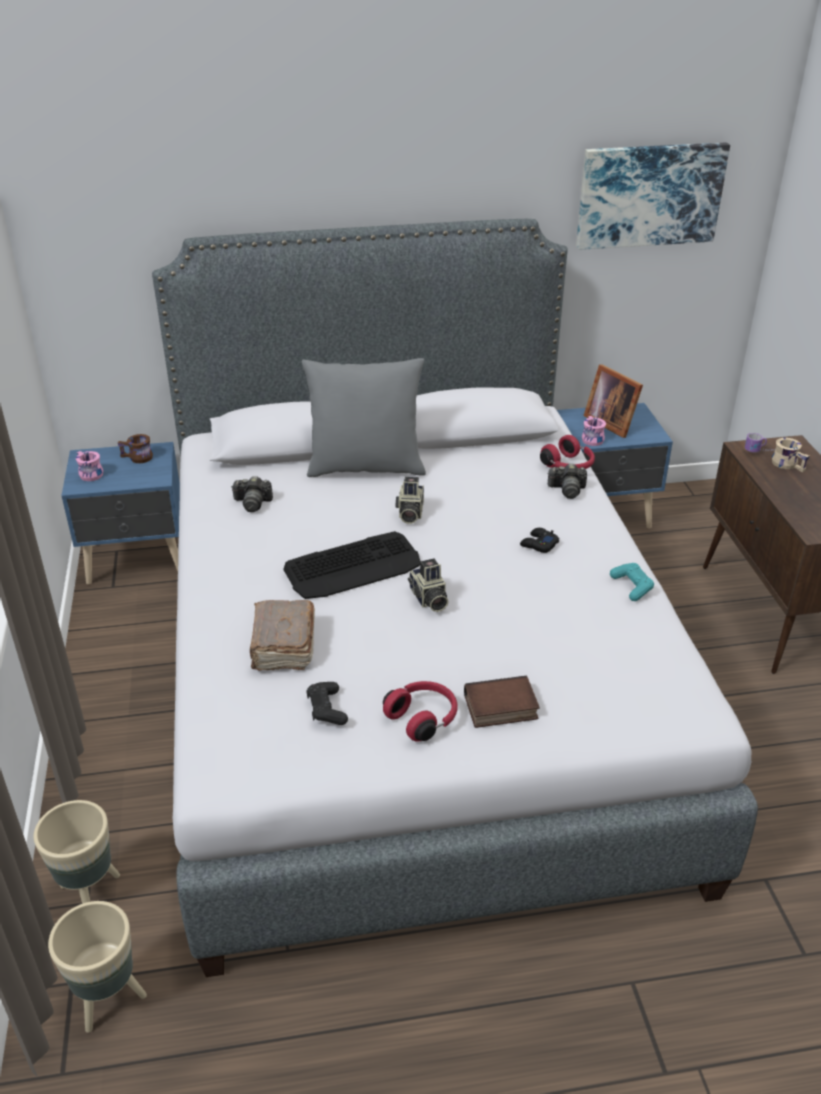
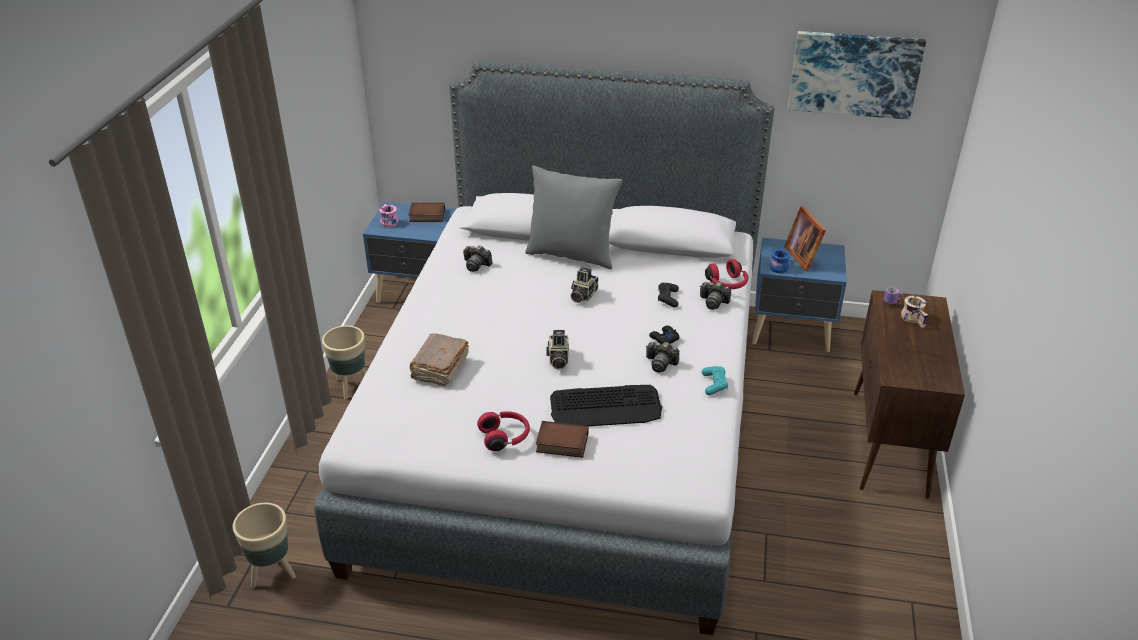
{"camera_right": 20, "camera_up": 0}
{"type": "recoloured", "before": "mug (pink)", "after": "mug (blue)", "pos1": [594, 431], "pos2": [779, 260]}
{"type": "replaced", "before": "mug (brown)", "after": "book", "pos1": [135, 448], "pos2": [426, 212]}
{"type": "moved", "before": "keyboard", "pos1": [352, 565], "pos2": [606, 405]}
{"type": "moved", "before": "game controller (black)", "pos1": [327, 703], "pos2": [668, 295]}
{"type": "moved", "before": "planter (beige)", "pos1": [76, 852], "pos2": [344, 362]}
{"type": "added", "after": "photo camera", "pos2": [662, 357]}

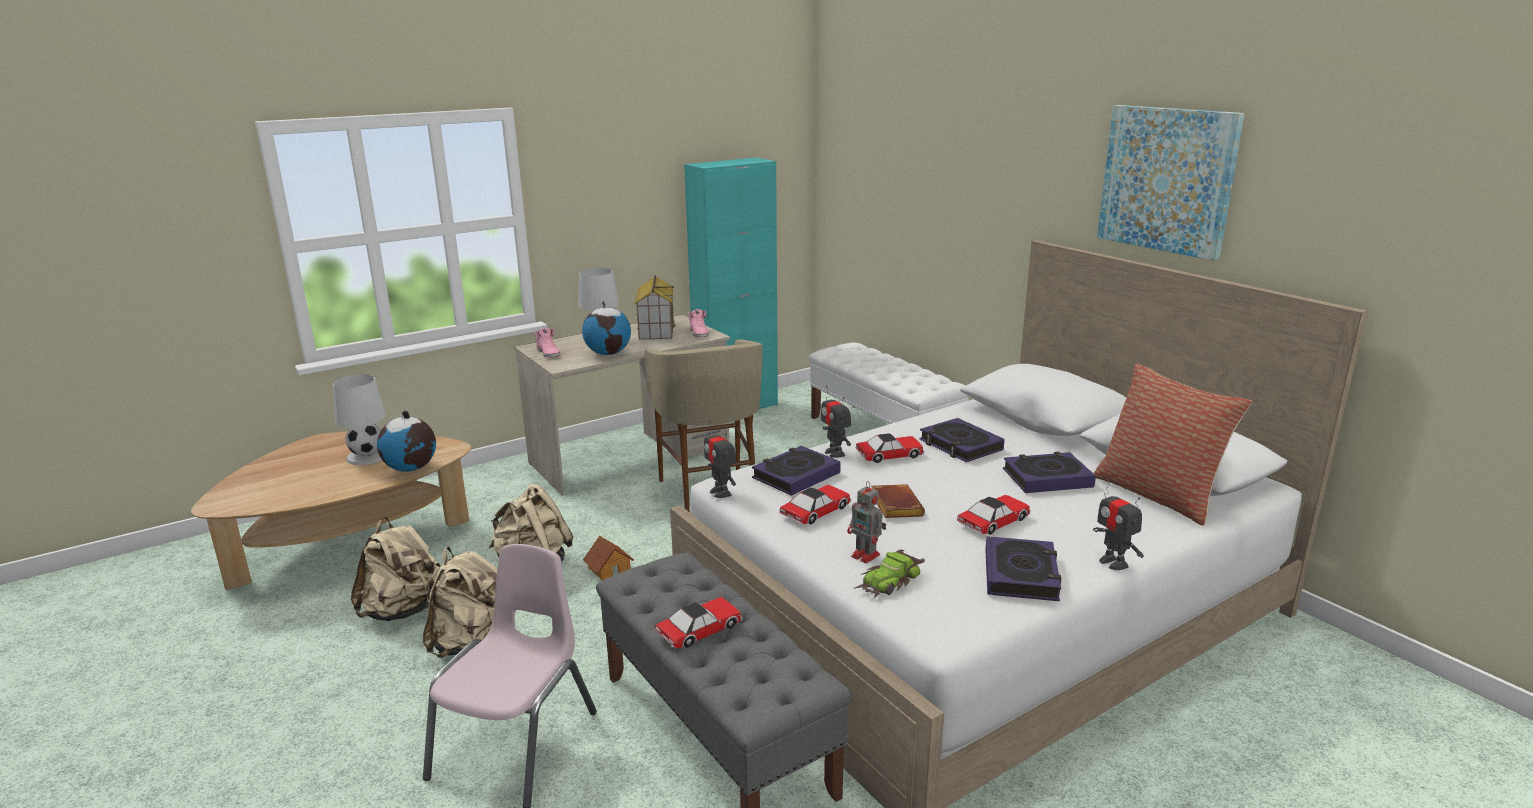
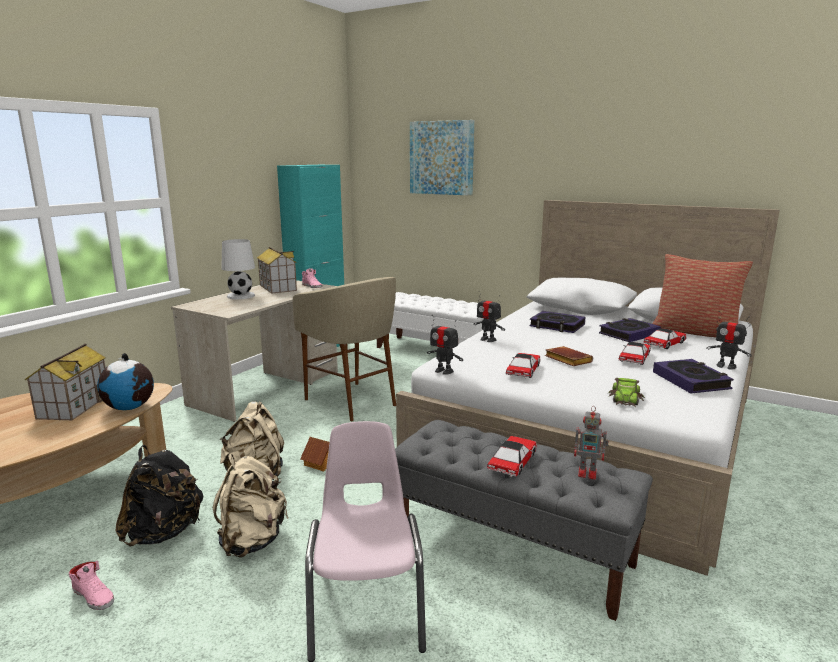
{"camera_right": -25, "camera_up": -5}
{"type": "moved", "before": "picture", "pos1": [1171, 183], "pos2": [442, 158]}
{"type": "removed", "before": "globe", "pos1": [606, 328]}
{"type": "moved", "before": "shoe (pink)", "pos1": [547, 343], "pos2": [91, 585]}
{"type": "replaced", "before": "table lamp (white)", "after": "toy house", "pos1": [359, 419], "pos2": [65, 382]}
{"type": "moved", "before": "toy car", "pos1": [890, 448], "pos2": [665, 338]}
{"type": "removed", "before": "book", "pos1": [796, 471]}
{"type": "moved", "before": "toy robot", "pos1": [866, 522], "pos2": [591, 443]}
{"type": "recoloured", "before": "backpack (beige)", "after": "backpack (black)", "pos1": [396, 569], "pos2": [159, 495]}

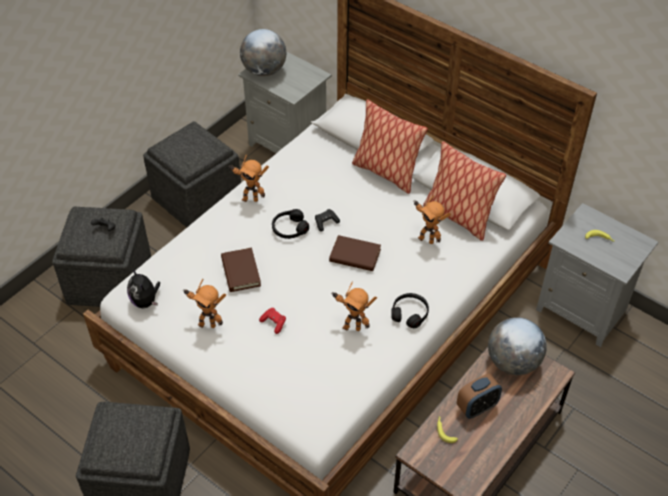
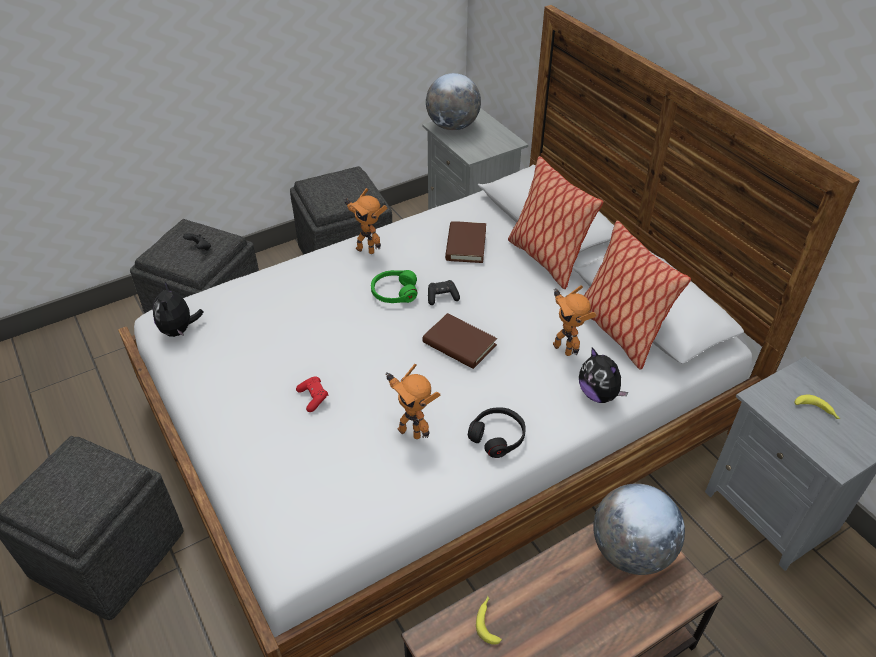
{"camera_right": 20, "camera_up": -5}
{"type": "recoloured", "before": "headphones (black)", "after": "headphones (green)", "pos1": [290, 224], "pos2": [394, 286]}
{"type": "moved", "before": "book (brown)", "pos1": [241, 270], "pos2": [465, 242]}
{"type": "removed", "before": "toy robot", "pos1": [204, 303]}
{"type": "removed", "before": "alarm clock", "pos1": [479, 396]}
{"type": "added", "after": "plush toy", "pos2": [603, 375]}

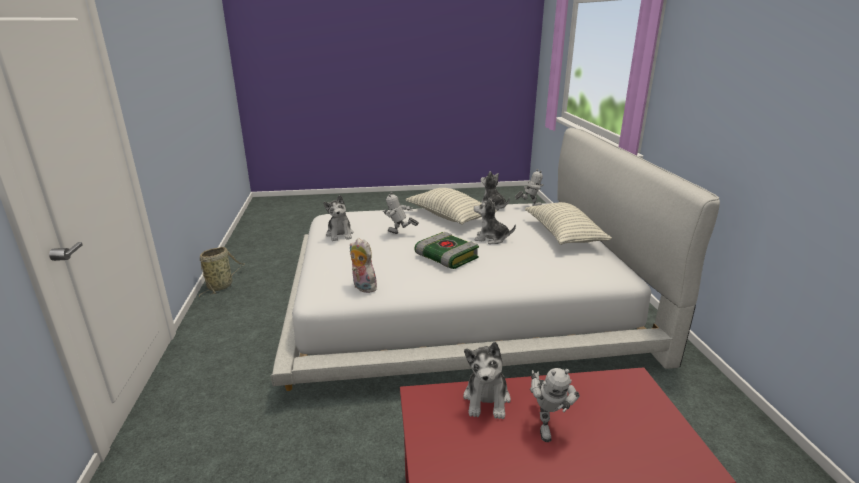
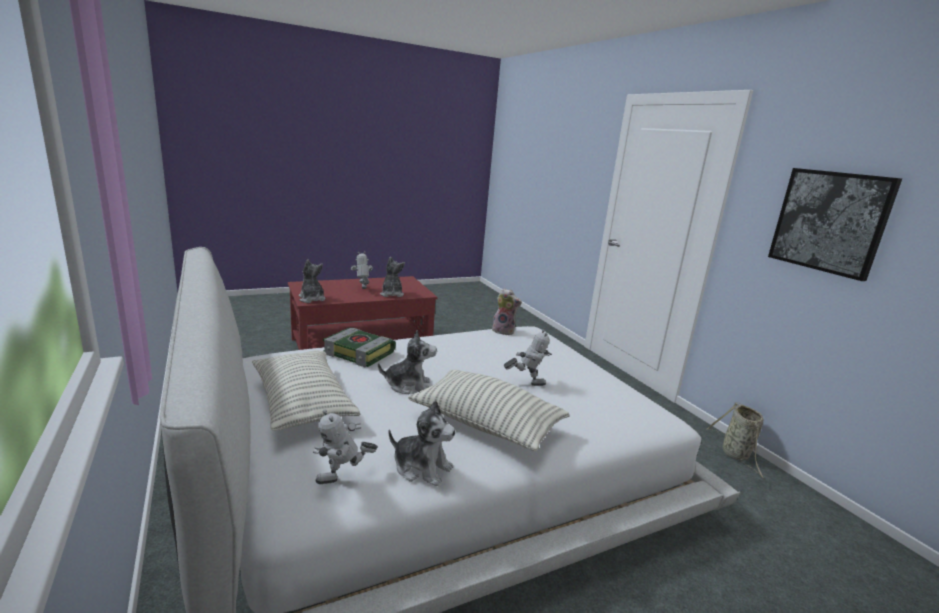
{"camera_right": 160, "camera_up": -5}
{"type": "moved", "before": "plush toy", "pos1": [338, 218], "pos2": [312, 281]}
{"type": "moved", "before": "book", "pos1": [446, 250], "pos2": [359, 347]}
{"type": "added", "after": "picture", "pos2": [835, 224]}

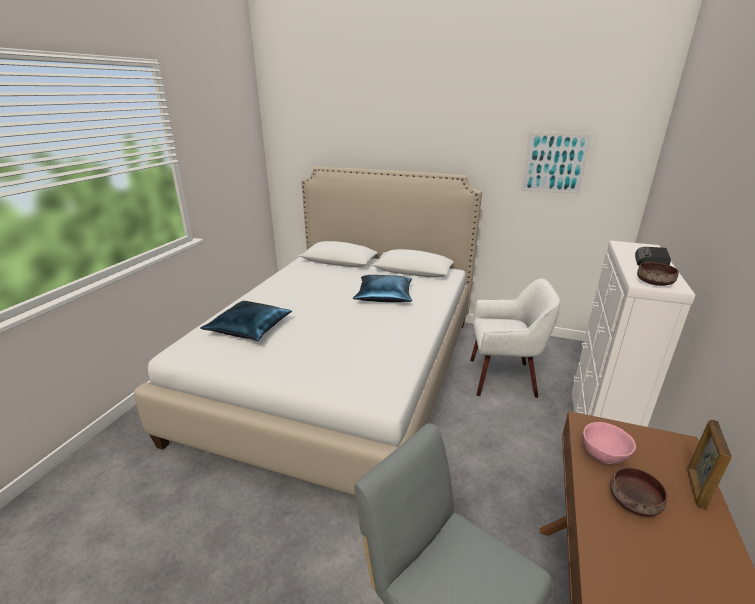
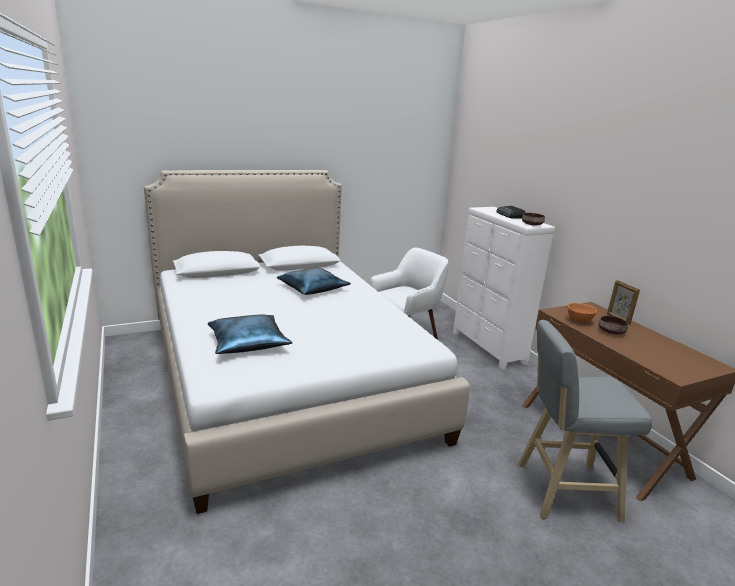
{"camera_right": -45, "camera_up": -5}
{"type": "removed", "before": "picture", "pos1": [556, 163]}
{"type": "recoloured", "before": "bowl (pink)", "after": "bowl (orange)", "pos1": [609, 443], "pos2": [582, 313]}

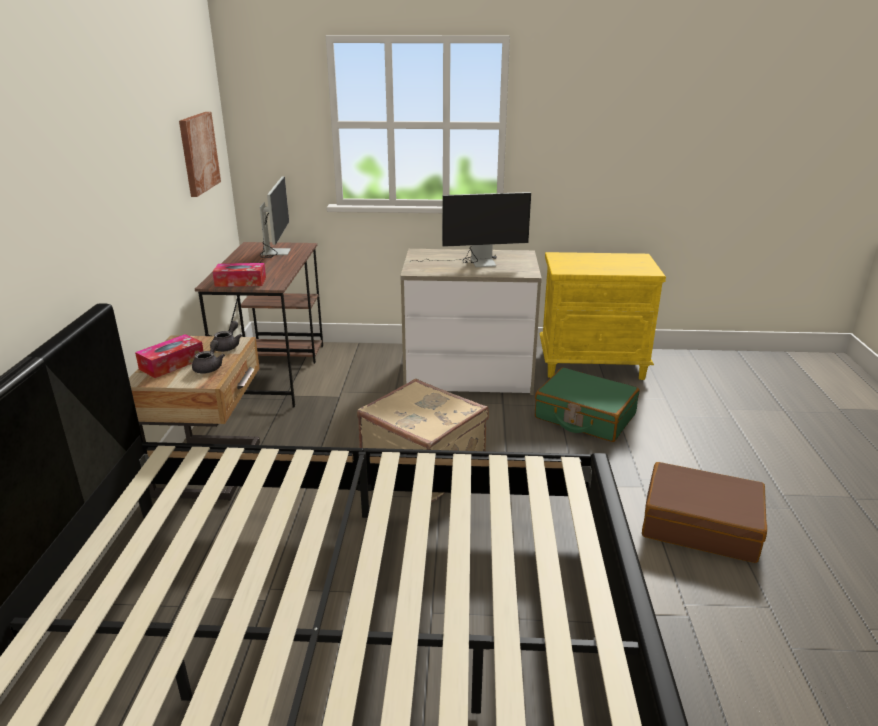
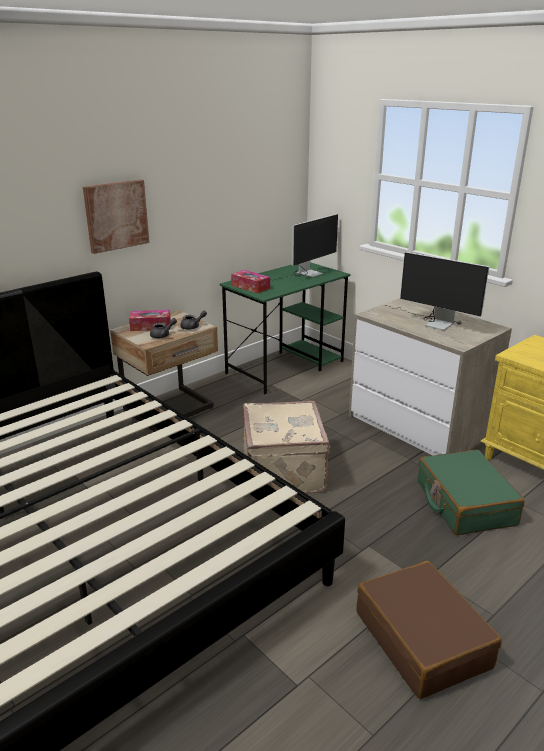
{"camera_right": 45, "camera_up": 0}
{"type": "moved", "before": "picture", "pos1": [200, 154], "pos2": [116, 216]}
{"type": "recoloured", "before": "desk (brown)", "after": "desk (green)", "pos1": [259, 324], "pos2": [285, 328]}

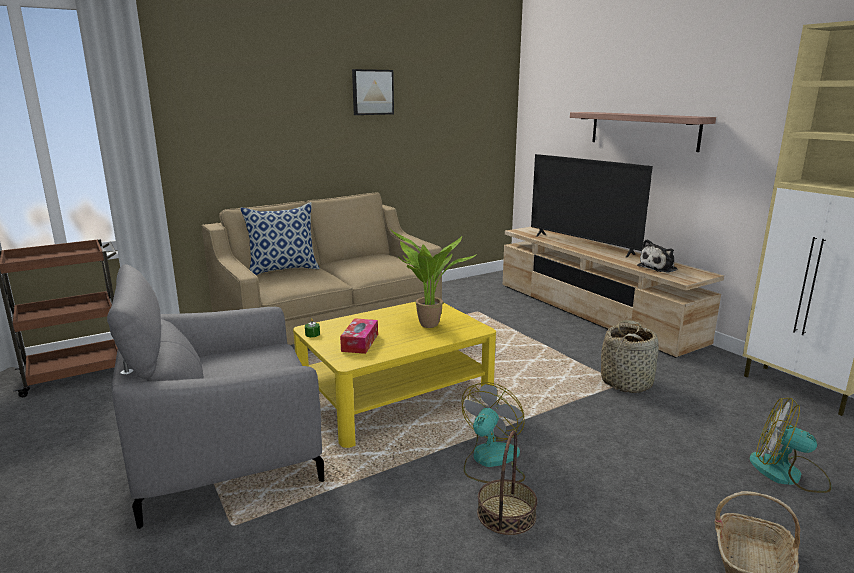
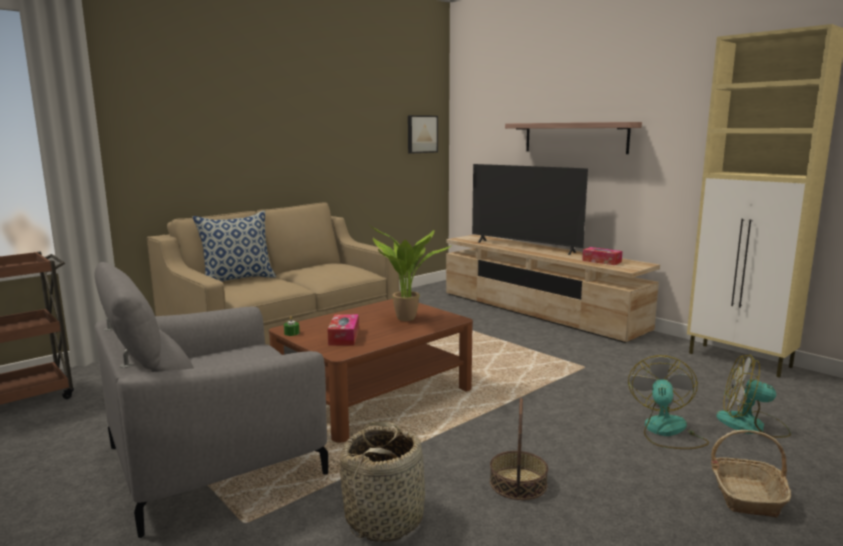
{"camera_right": -10, "camera_up": -5}
{"type": "moved", "before": "picture", "pos1": [373, 92], "pos2": [423, 134]}
{"type": "replaced", "before": "plush toy", "after": "tissue box", "pos1": [657, 256], "pos2": [602, 256]}
{"type": "recoloured", "before": "coffee table (yellow)", "after": "coffee table (brown)", "pos1": [394, 375], "pos2": [371, 371]}
{"type": "moved", "before": "basket", "pos1": [630, 356], "pos2": [382, 481]}
{"type": "moved", "before": "fan", "pos1": [493, 432], "pos2": [668, 402]}

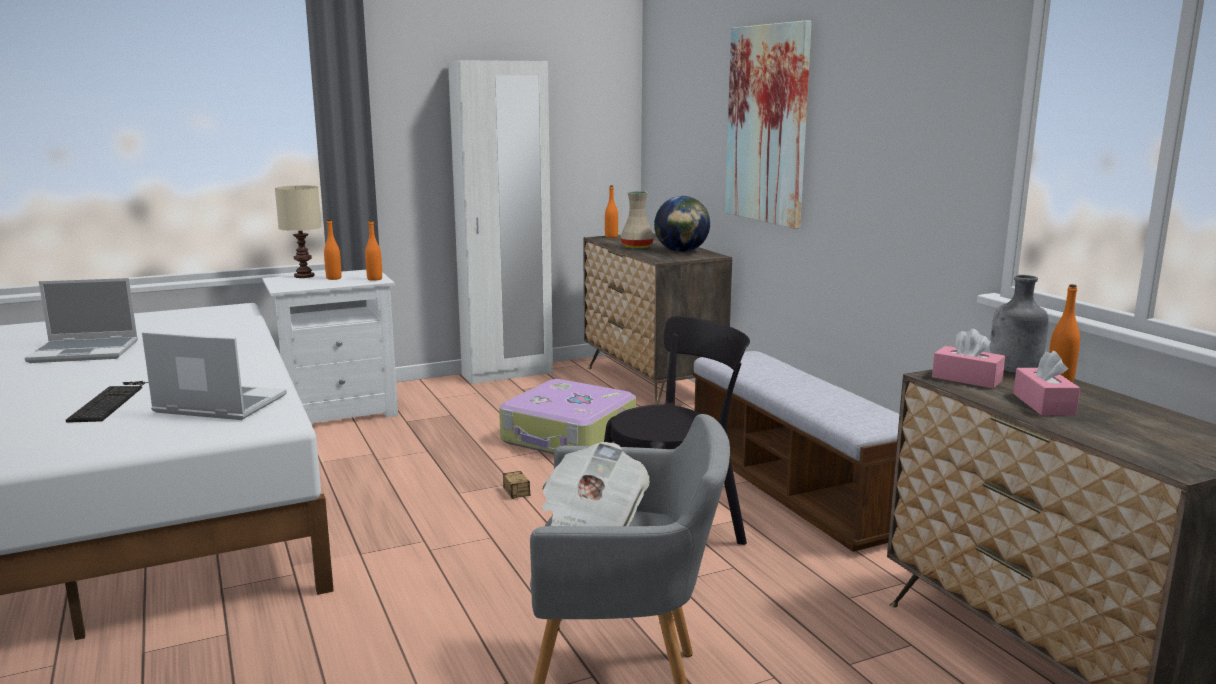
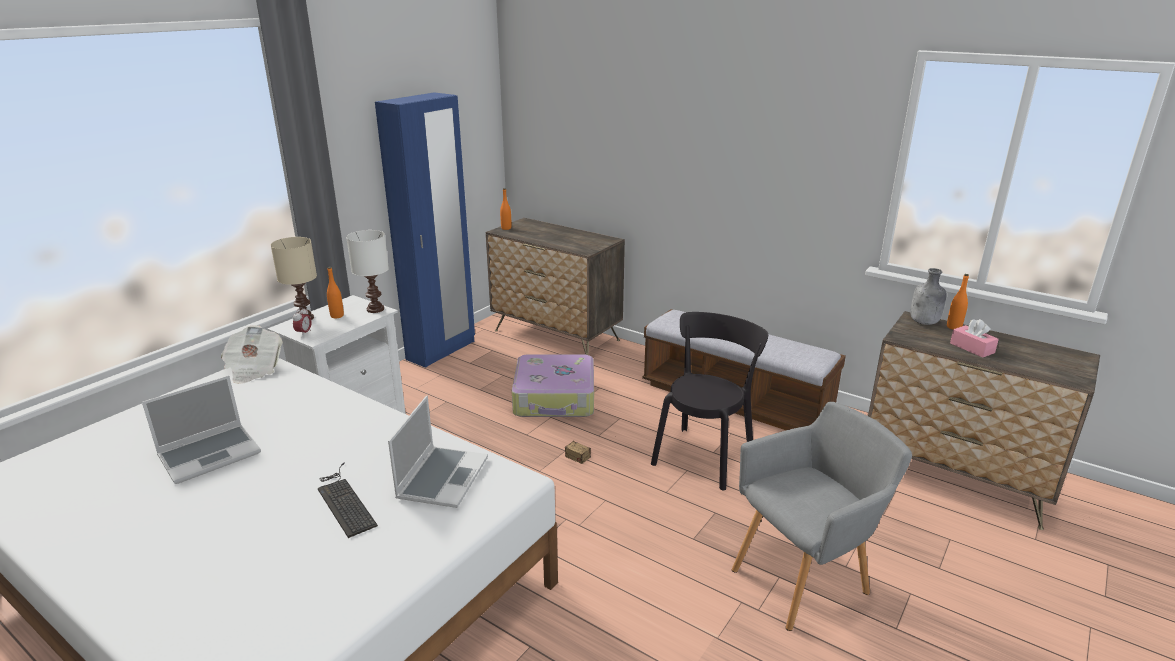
{"camera_right": -30, "camera_up": 10}
{"type": "removed", "before": "picture", "pos1": [768, 124]}
{"type": "recoloured", "before": "wardrobe (white)", "after": "wardrobe (blue)", "pos1": [500, 222], "pos2": [425, 230]}
{"type": "removed", "before": "vase (beige)", "pos1": [637, 220]}
{"type": "removed", "before": "globe", "pos1": [682, 224]}
{"type": "replaced", "before": "bottle (orange)", "after": "table lamp (white)", "pos1": [373, 250], "pos2": [367, 271]}
{"type": "removed", "before": "tissue box (pink)", "pos1": [968, 359]}
{"type": "turned", "before": "laptop", "pos1": [214, 376], "pos2": [438, 452], "turn": 120}
{"type": "moved", "before": "newspaper", "pos1": [596, 484], "pos2": [252, 354]}
{"type": "added", "after": "alarm clock", "pos2": [302, 321]}

